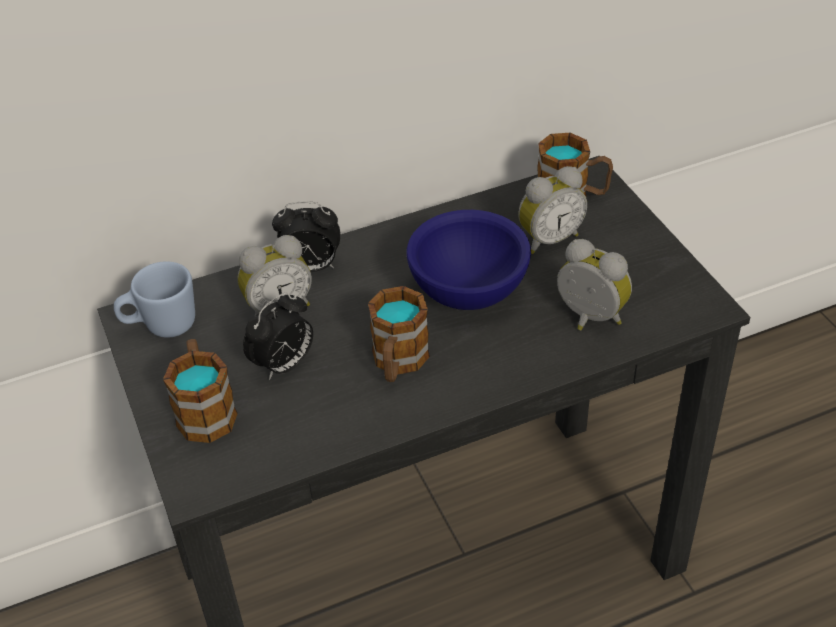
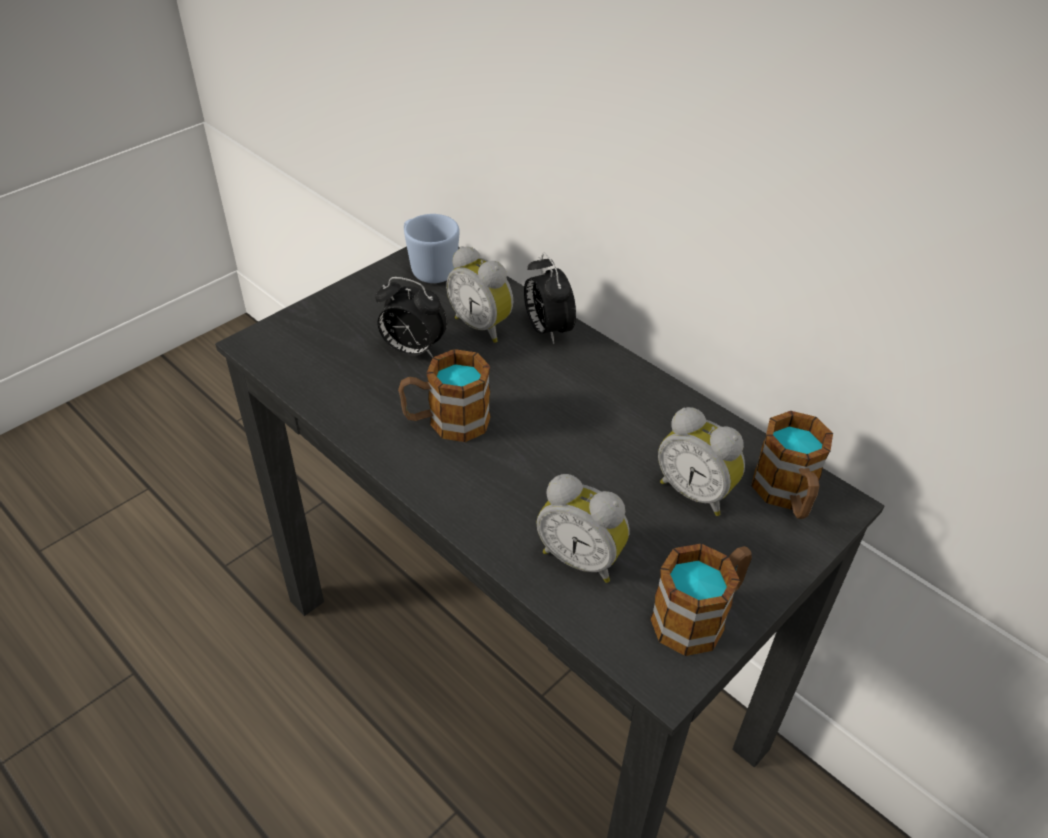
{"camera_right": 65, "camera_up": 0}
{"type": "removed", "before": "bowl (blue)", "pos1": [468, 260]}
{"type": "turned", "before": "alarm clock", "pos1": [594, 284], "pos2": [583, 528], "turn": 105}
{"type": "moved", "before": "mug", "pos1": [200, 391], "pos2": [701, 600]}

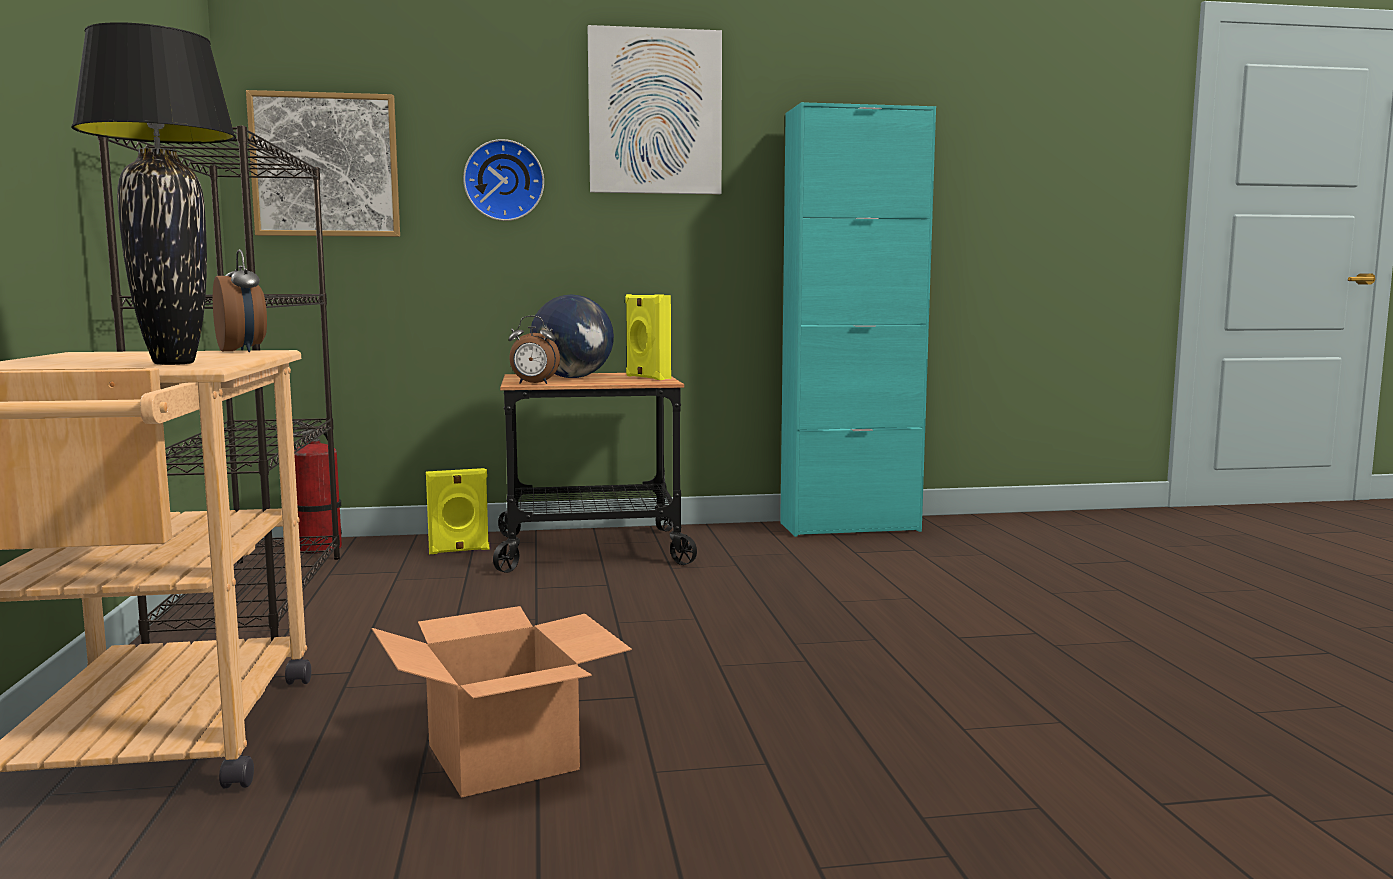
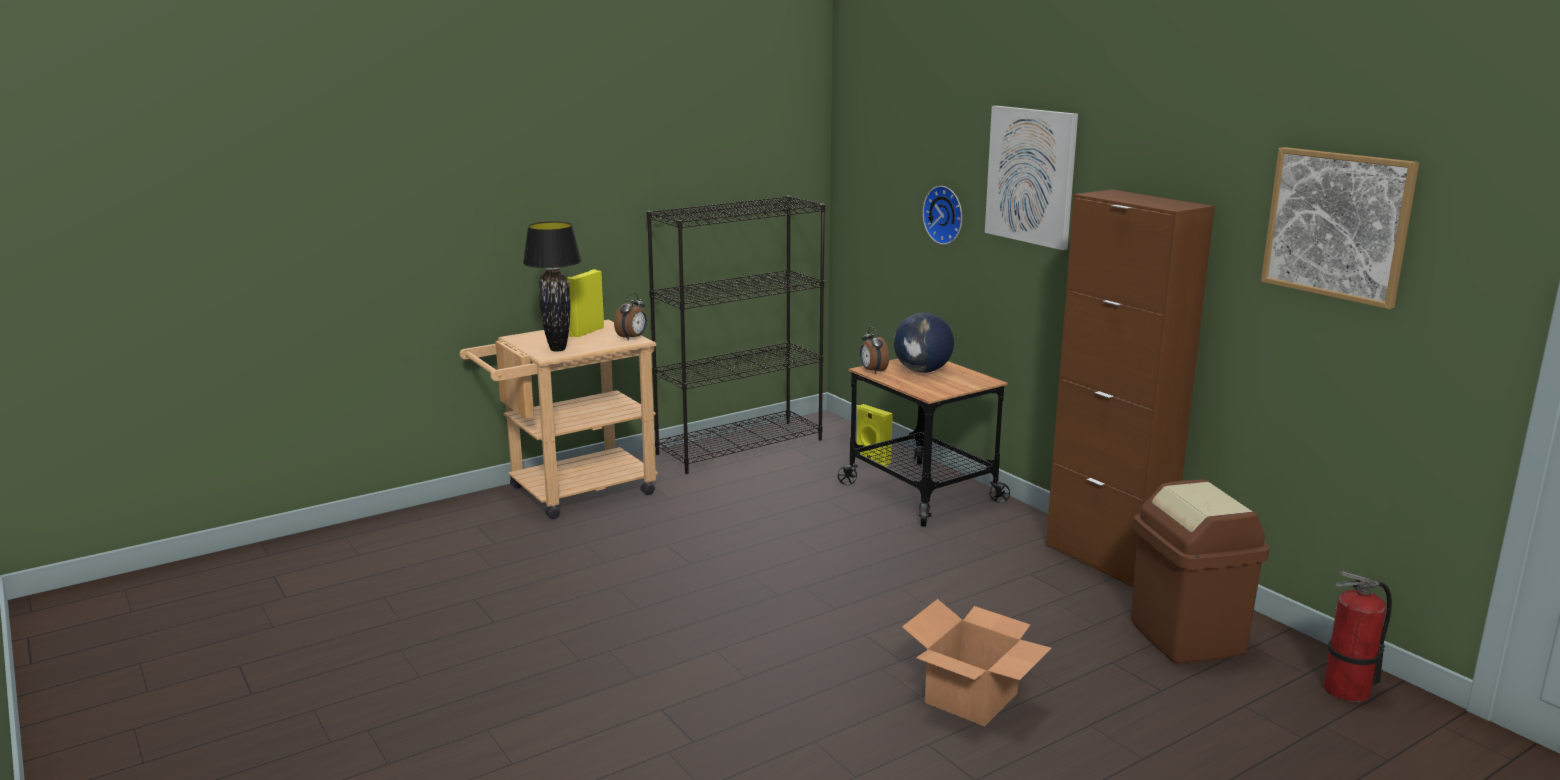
{"camera_right": 65, "camera_up": 10}
{"type": "moved", "before": "picture", "pos1": [323, 163], "pos2": [1340, 228]}
{"type": "recoloured", "before": "cabinet (turquoise)", "after": "cabinet (brown)", "pos1": [858, 319], "pos2": [1130, 388]}
{"type": "moved", "before": "speaker (yellow)", "pos1": [648, 337], "pos2": [585, 303]}
{"type": "moved", "before": "fire extinguisher", "pos1": [317, 487], "pos2": [1357, 636]}
{"type": "moved", "before": "cardboard box", "pos1": [501, 702], "pos2": [977, 662]}
{"type": "added", "after": "trash can (brown)", "pos2": [1200, 571]}

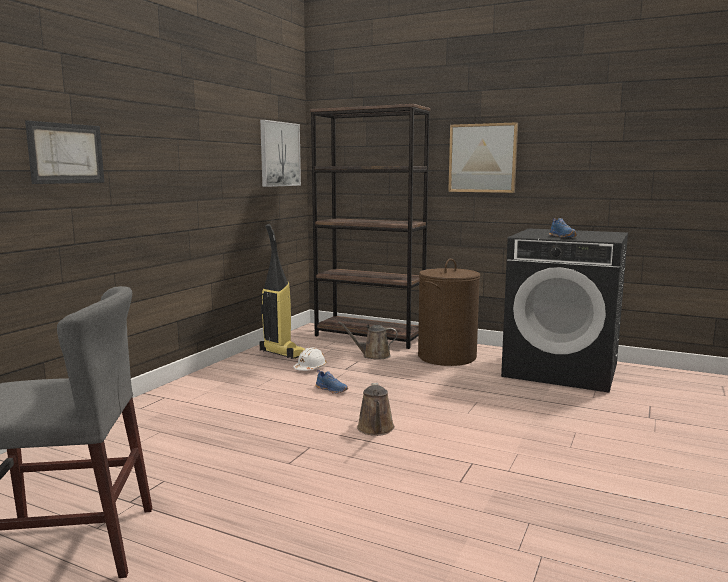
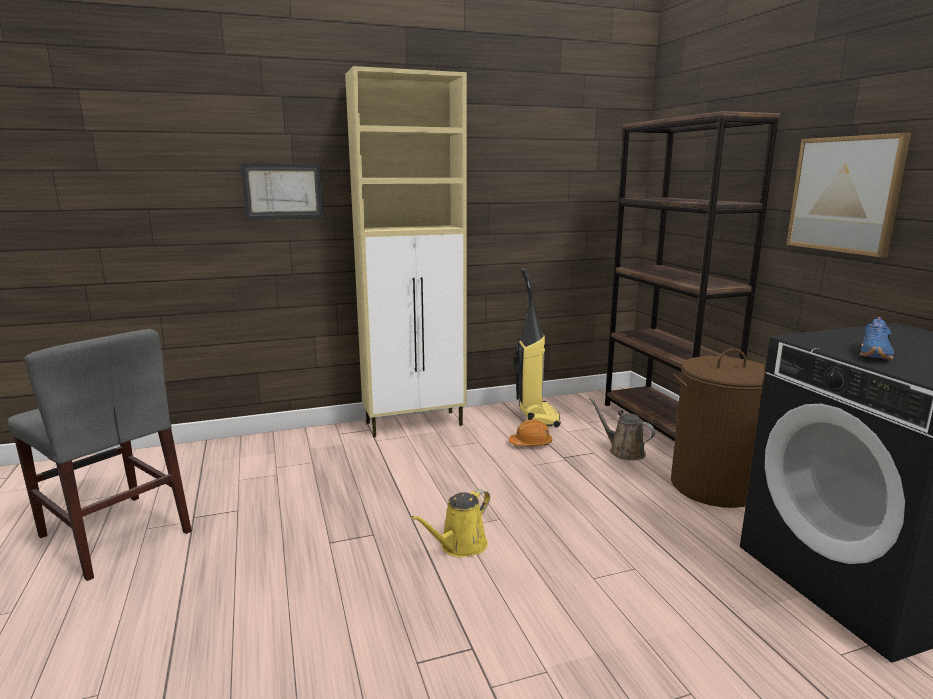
{"camera_right": 45, "camera_up": 5}
{"type": "removed", "before": "picture", "pos1": [280, 153]}
{"type": "recoloured", "before": "hard hat (white)", "after": "hard hat (orange)", "pos1": [310, 359], "pos2": [530, 432]}
{"type": "removed", "before": "shoe (blue)", "pos1": [331, 382]}
{"type": "recoloured", "before": "watering can (brown)", "after": "watering can (yellow)", "pos1": [376, 409], "pos2": [450, 523]}
{"type": "added", "after": "cabinet (beige)", "pos2": [406, 252]}

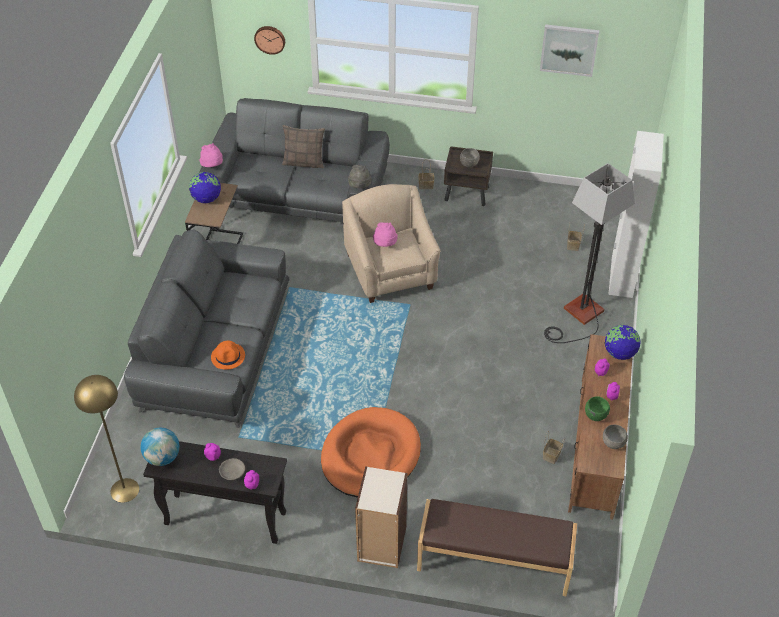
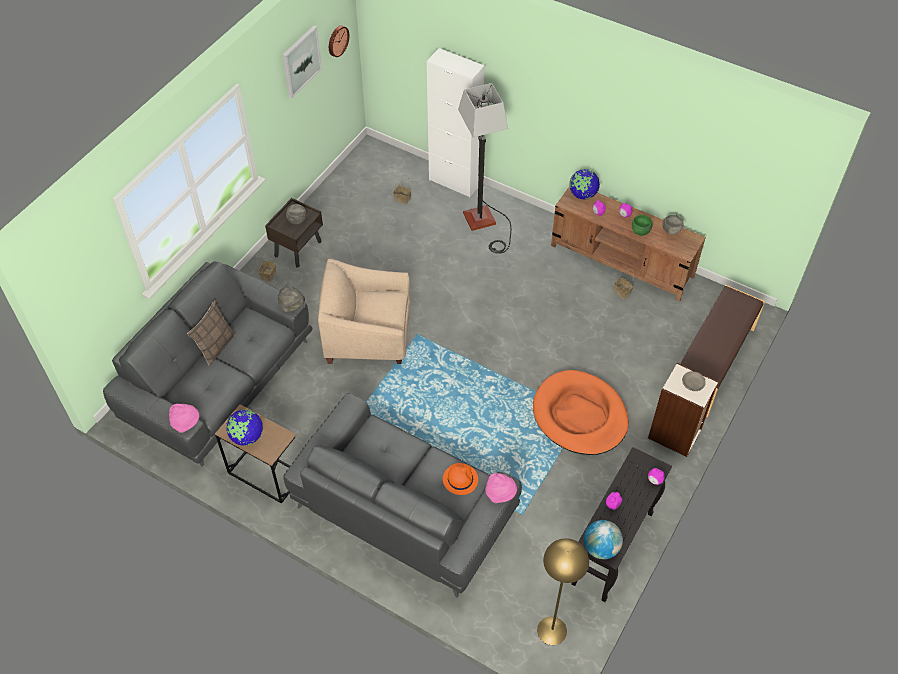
{"camera_right": -70, "camera_up": 5}
{"type": "moved", "before": "wall clock", "pos1": [269, 40], "pos2": [339, 41]}
{"type": "moved", "before": "hat (pink)", "pos1": [385, 234], "pos2": [501, 488]}
{"type": "moved", "before": "bowl (grey)", "pos1": [232, 469], "pos2": [694, 381]}

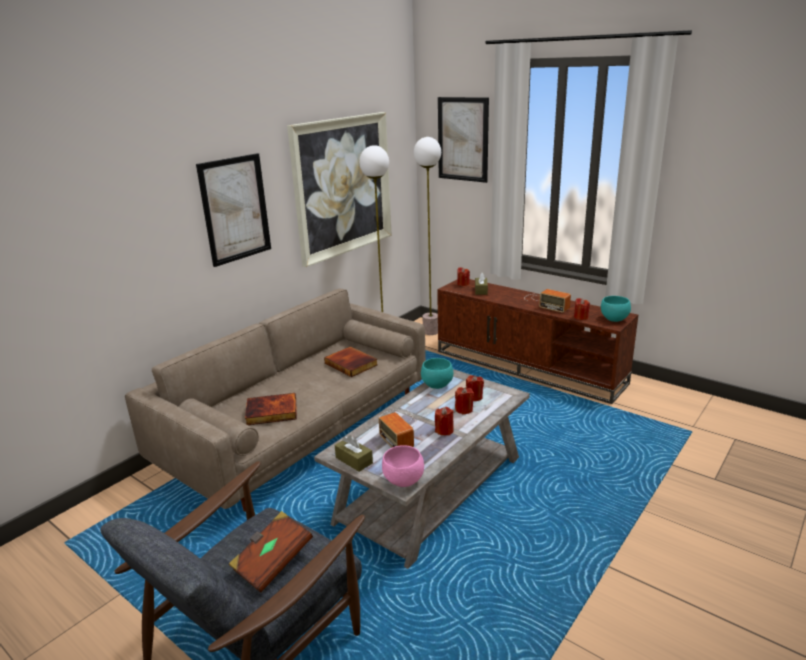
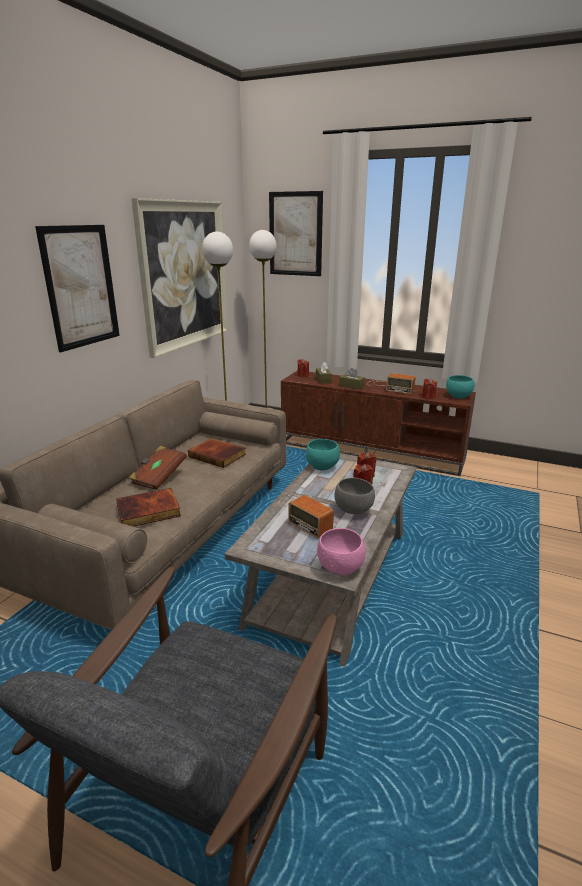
{"camera_right": -15, "camera_up": 0}
{"type": "replaced", "before": "candle (red)", "after": "bowl (grey)", "pos1": [444, 421], "pos2": [354, 496]}
{"type": "moved", "before": "tissue box (brown)", "pos1": [354, 453], "pos2": [352, 379]}
{"type": "moved", "before": "book (brown)", "pos1": [271, 552], "pos2": [158, 468]}

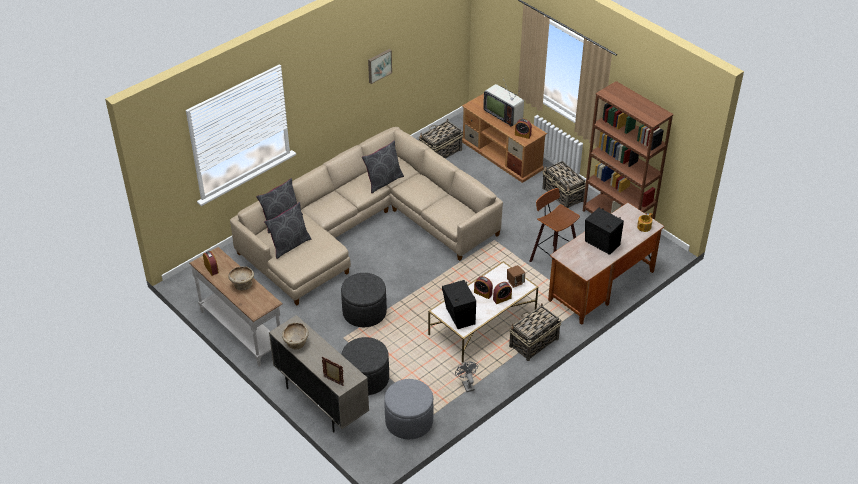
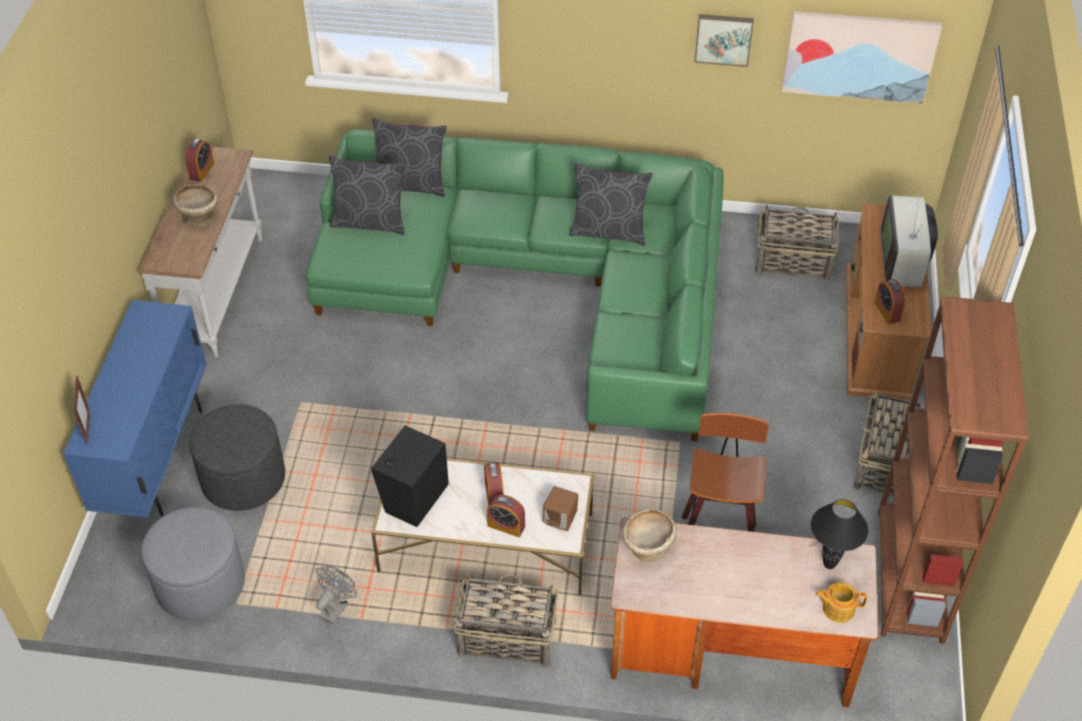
{"camera_right": 50, "camera_up": 5}
{"type": "recoloured", "before": "sofa (beige)", "after": "sofa (green)", "pos1": [366, 216], "pos2": [515, 285]}
{"type": "removed", "before": "speaker (black)", "pos1": [604, 231]}
{"type": "removed", "before": "ottoman (grey)", "pos1": [364, 300]}
{"type": "recoloured", "before": "cabinet (beige)", "after": "cabinet (blue)", "pos1": [319, 374], "pos2": [135, 409]}
{"type": "moved", "before": "bowl (beige)", "pos1": [295, 336], "pos2": [650, 535]}
{"type": "added", "after": "picture", "pos2": [862, 57]}
{"type": "added", "after": "table lamp (black)", "pos2": [839, 534]}

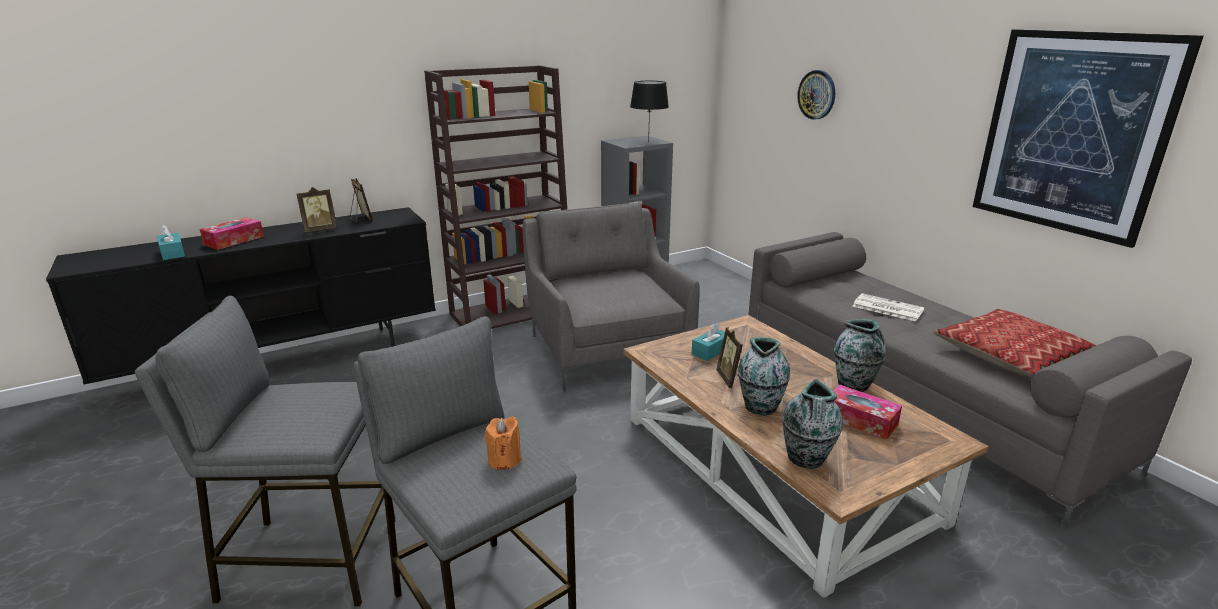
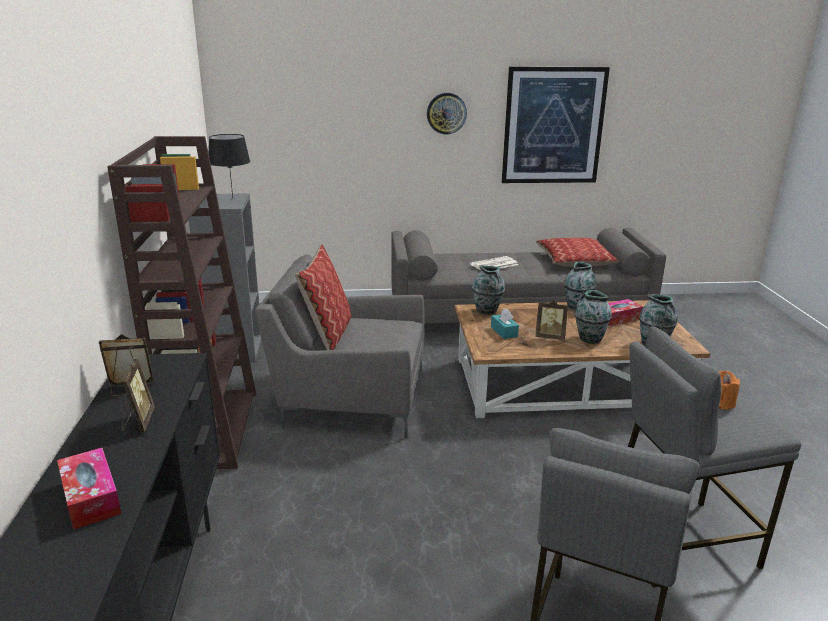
{"camera_right": -65, "camera_up": 0}
{"type": "moved", "before": "wall clock", "pos1": [816, 95], "pos2": [447, 113]}
{"type": "removed", "before": "tissue box (turquoise)", "pos1": [171, 242]}
{"type": "added", "after": "pillow", "pos2": [323, 297]}
{"type": "added", "after": "vase", "pos2": [488, 290]}

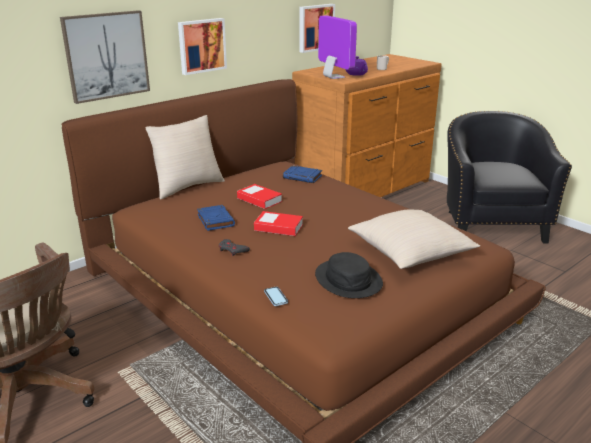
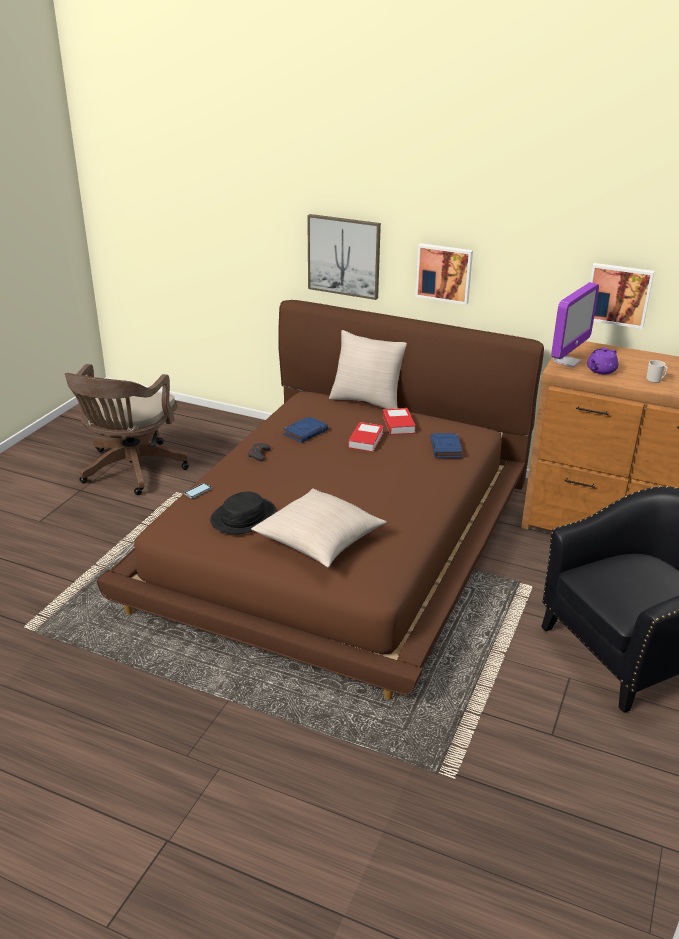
{"camera_right": 65, "camera_up": 5}
{"type": "moved", "before": "book", "pos1": [278, 223], "pos2": [399, 421]}

